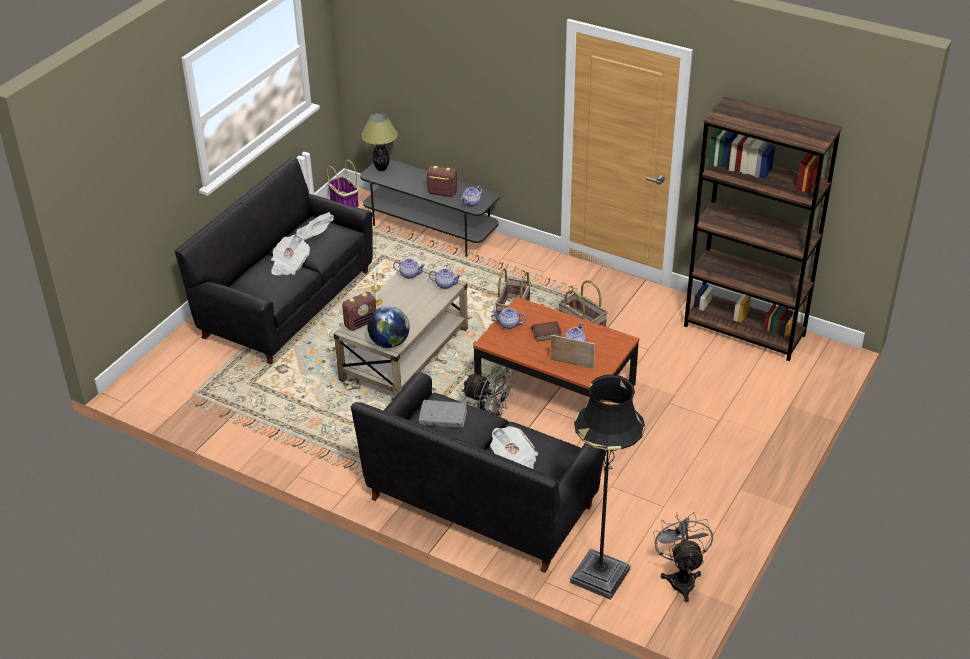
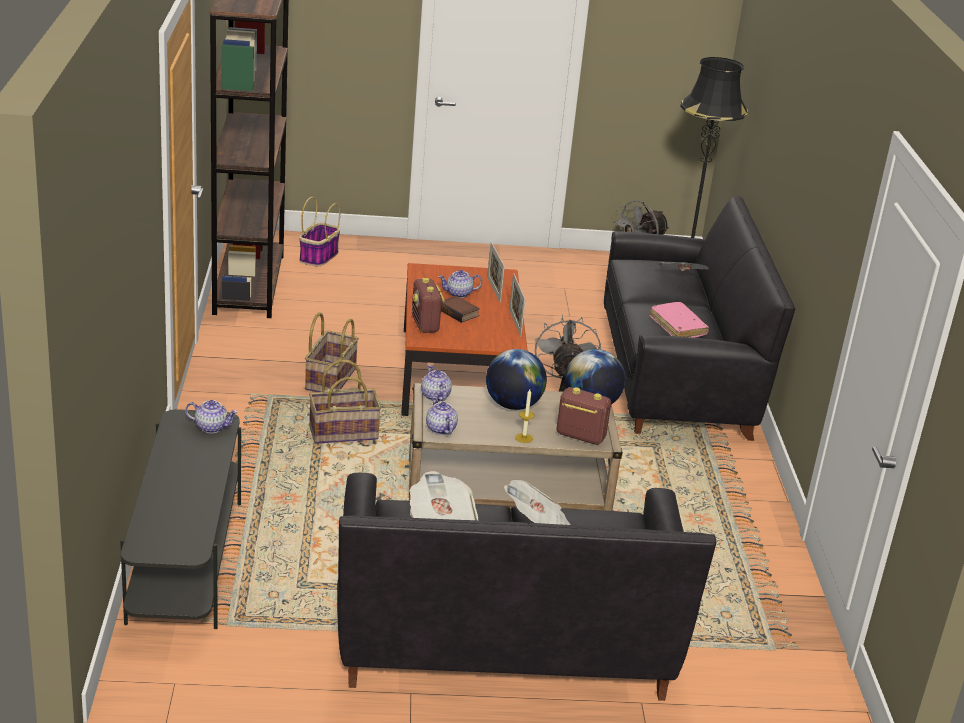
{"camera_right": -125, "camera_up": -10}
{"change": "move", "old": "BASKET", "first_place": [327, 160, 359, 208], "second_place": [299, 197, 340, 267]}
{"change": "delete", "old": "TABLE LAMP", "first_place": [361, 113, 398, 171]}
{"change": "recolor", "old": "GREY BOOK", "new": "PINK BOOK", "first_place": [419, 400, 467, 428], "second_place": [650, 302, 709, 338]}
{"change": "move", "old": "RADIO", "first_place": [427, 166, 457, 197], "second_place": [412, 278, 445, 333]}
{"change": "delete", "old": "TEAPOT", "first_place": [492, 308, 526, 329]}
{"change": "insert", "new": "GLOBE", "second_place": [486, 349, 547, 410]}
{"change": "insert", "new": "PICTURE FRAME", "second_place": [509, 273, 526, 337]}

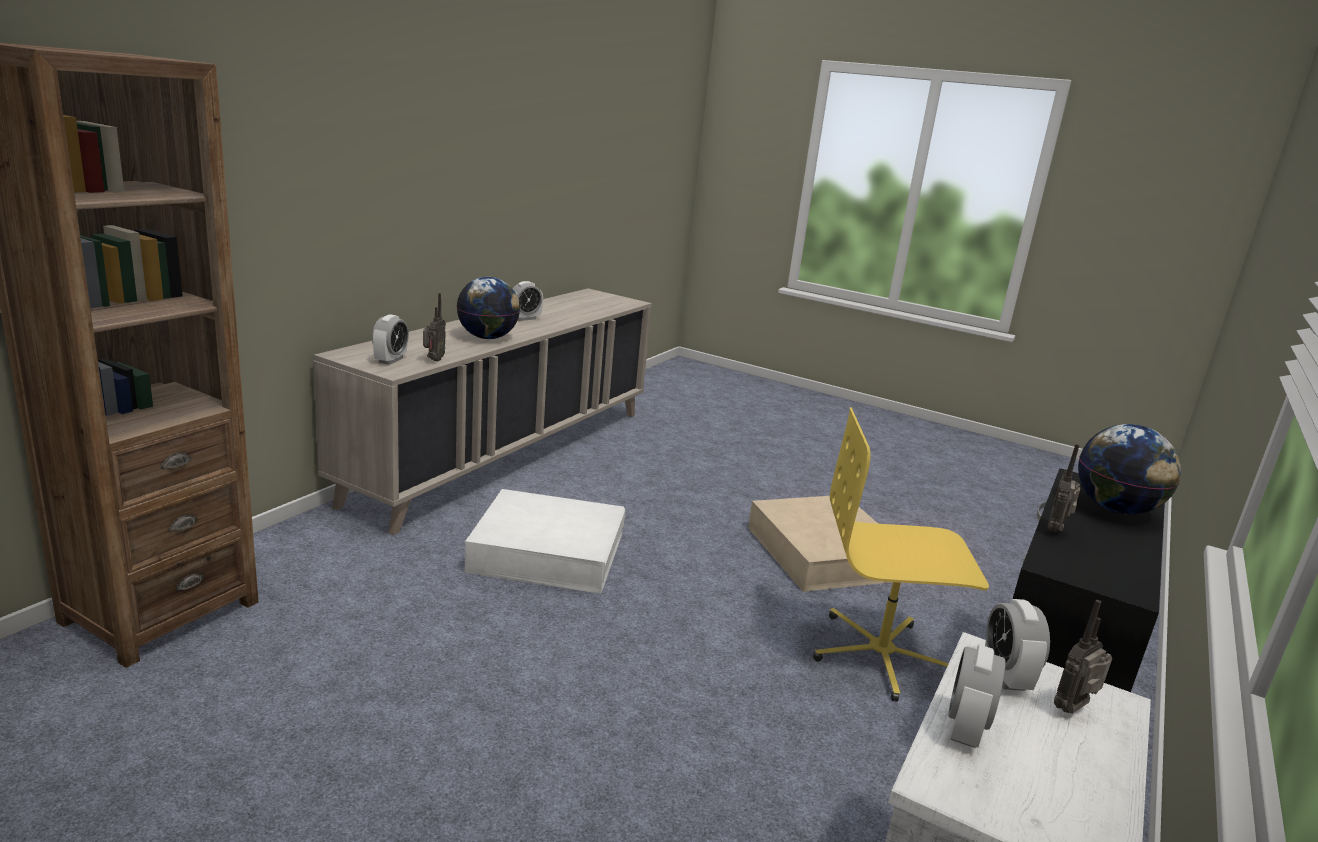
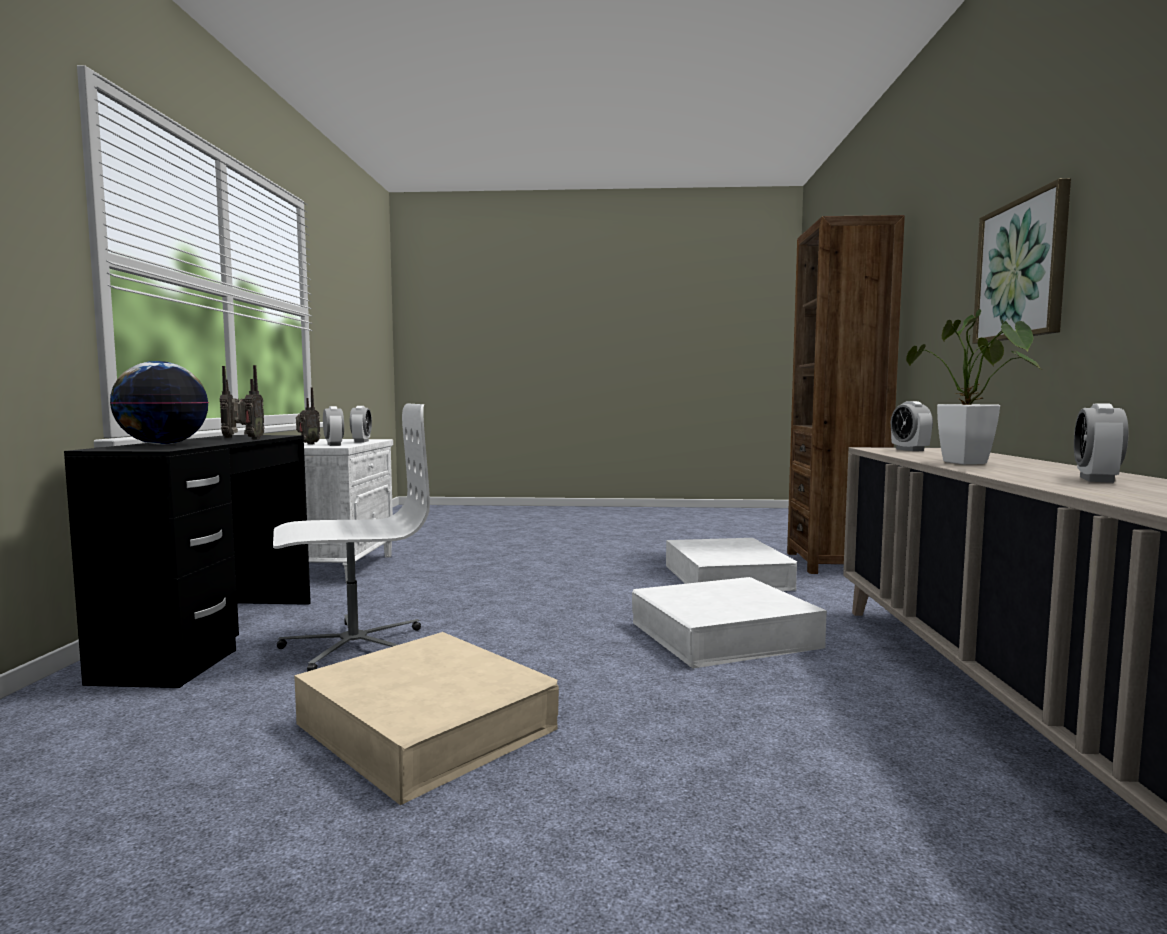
{"camera_right": 155, "camera_up": -15}
{"change": "move", "old": "RADIO", "first_place": [423, 293, 446, 361], "second_place": [220, 366, 240, 438]}
{"change": "replace", "old": "GLOBE", "new": "POTTED PLANT", "first_place": [457, 277, 520, 339], "second_place": [906, 309, 1041, 464]}
{"change": "recolor", "old": "YELLOW OFFICE CHAIR", "new": "WHITE OFFICE CHAIR", "first_place": [813, 407, 989, 702], "second_place": [273, 404, 430, 672]}
{"change": "insert", "new": "WHITE STORAGE BOX", "second_place": [666, 538, 797, 591]}
{"change": "insert", "new": "PICTURE", "second_place": [972, 178, 1071, 344]}

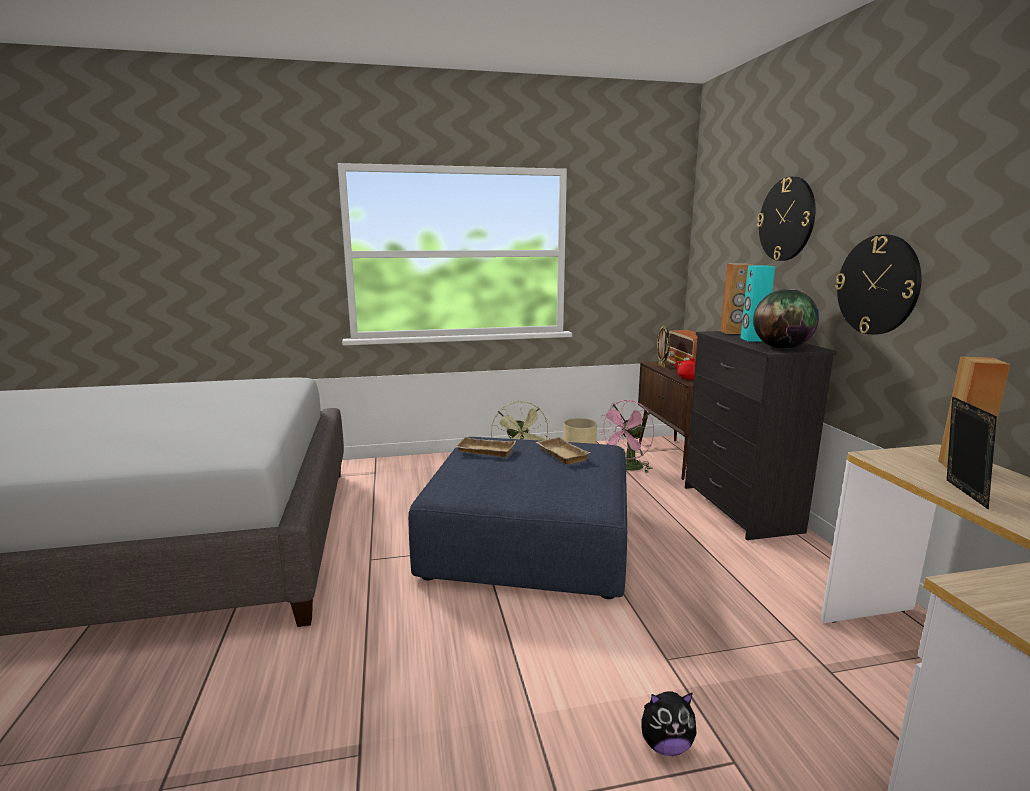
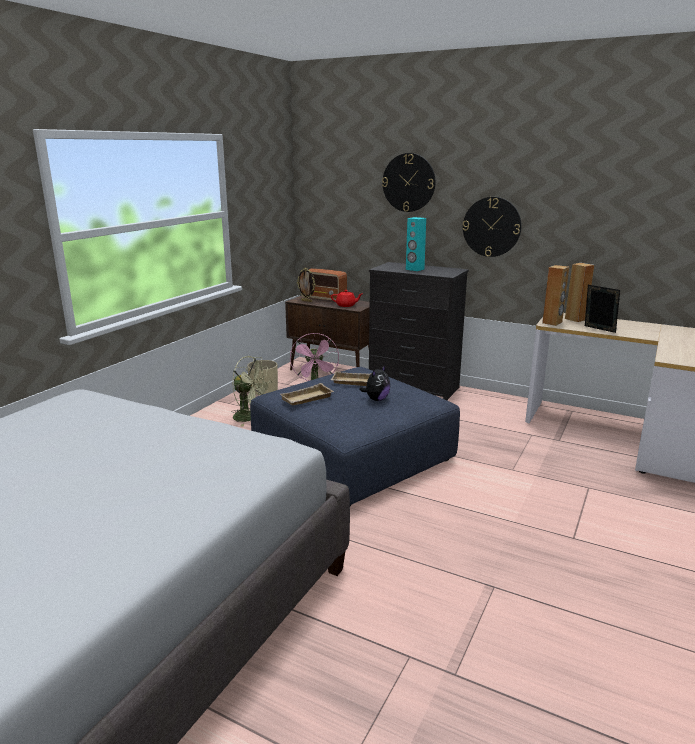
{"camera_right": -50, "camera_up": 5}
{"change": "move", "old": "PLUSH TOY", "first_place": [641, 691, 697, 756], "second_place": [359, 366, 391, 401]}
{"change": "move", "old": "BROWN SPEAKER", "first_place": [721, 264, 753, 334], "second_place": [542, 265, 569, 326]}
{"change": "delete", "old": "GLOBE", "first_place": [753, 289, 819, 349]}

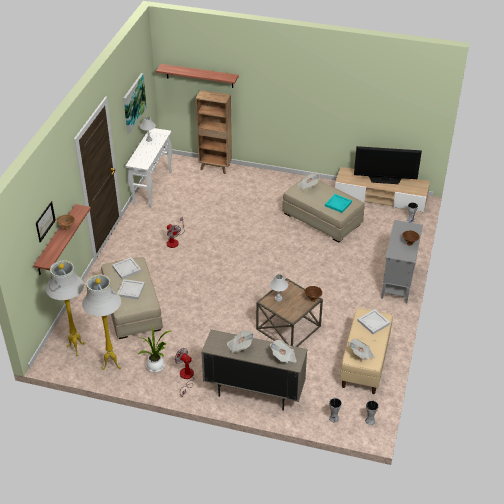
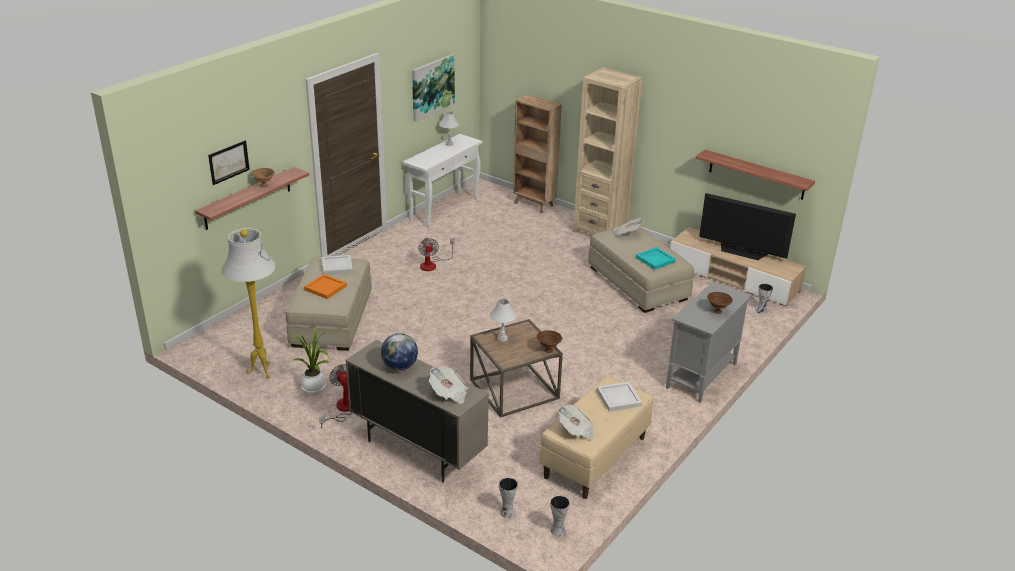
{"camera_right": 20, "camera_up": -10}
{"change": "delete", "old": "WHITE FLOOR LAMP", "first_place": [46, 260, 85, 356]}
{"change": "recolor", "old": "WHITE TRAY", "new": "ORANGE TRAY", "first_place": [118, 279, 145, 300], "second_place": [304, 274, 347, 299]}
{"change": "move", "old": "SHELF", "first_place": [156, 64, 239, 88], "second_place": [695, 150, 815, 200]}
{"change": "replace", "old": "NEWSPAPER", "new": "GLOBE", "first_place": [227, 330, 254, 353], "second_place": [381, 333, 418, 371]}
{"change": "insert", "new": "BEIGE BOOKCASE", "second_place": [573, 67, 643, 234]}

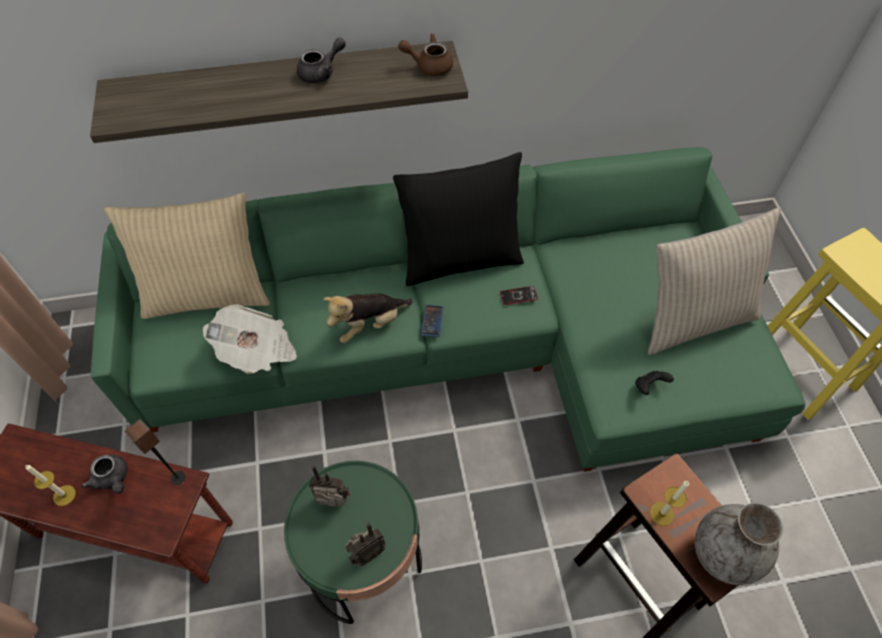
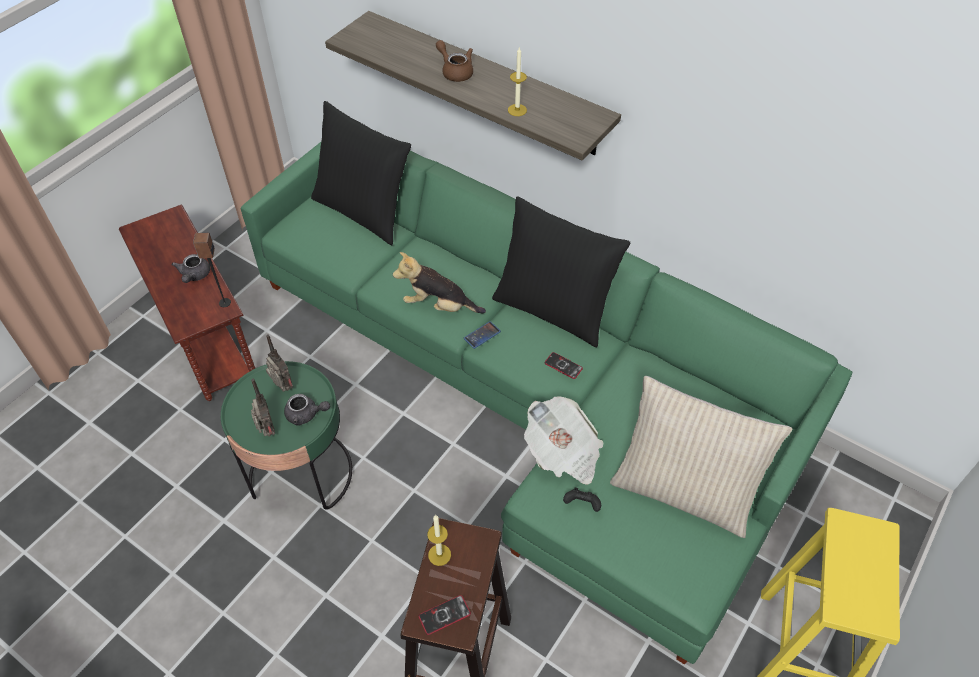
{"camera_right": 45, "camera_up": -5}
{"change": "move", "old": "CANDLE", "first_place": [25, 465, 76, 506], "second_place": [508, 48, 527, 116]}
{"change": "recolor", "old": "BEIGE PILLOW", "new": "BLACK PILLOW", "first_place": [104, 193, 270, 319], "second_place": [311, 101, 411, 245]}
{"change": "move", "old": "NEWSPAPER", "first_place": [203, 304, 297, 374], "second_place": [524, 396, 604, 485]}
{"change": "move", "old": "GREY TEAPOT", "first_place": [297, 38, 346, 83], "second_place": [284, 394, 330, 426]}
{"change": "rotate", "old": "RADIO", "first_place": [345, 522, 386, 566], "second_place": [251, 379, 275, 437], "degrees": -120}
{"change": "move", "old": "BROWN TEAPOT", "first_place": [398, 33, 453, 76], "second_place": [436, 40, 473, 82]}
{"change": "replace", "old": "GREY VASE", "new": "PHONE", "first_place": [695, 502, 783, 585], "second_place": [419, 595, 471, 635]}

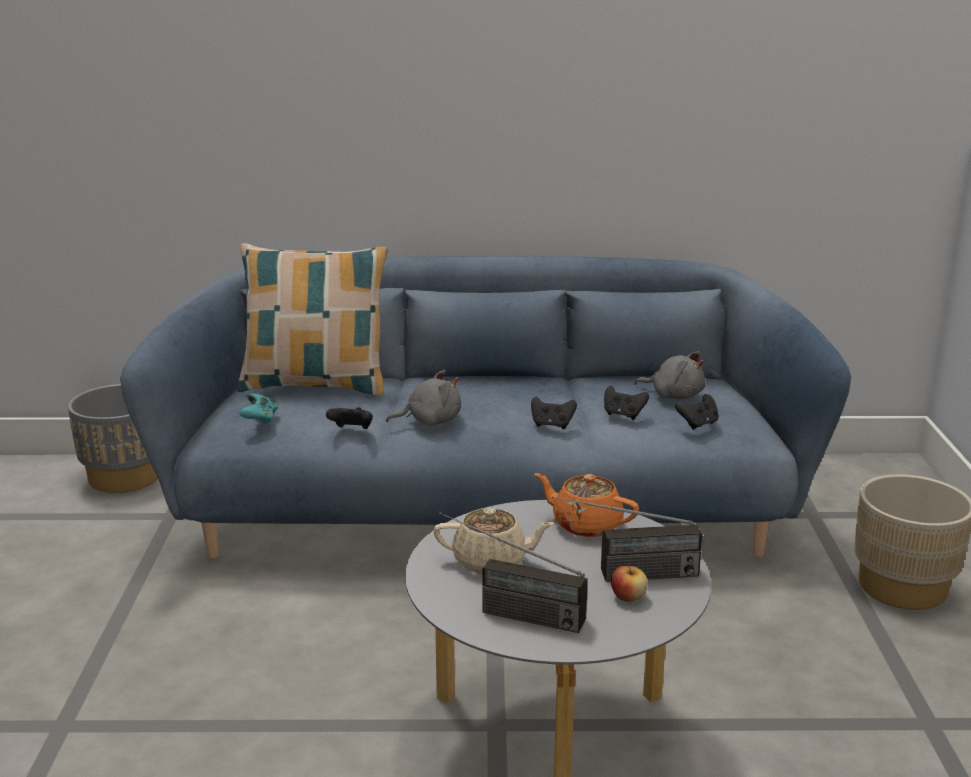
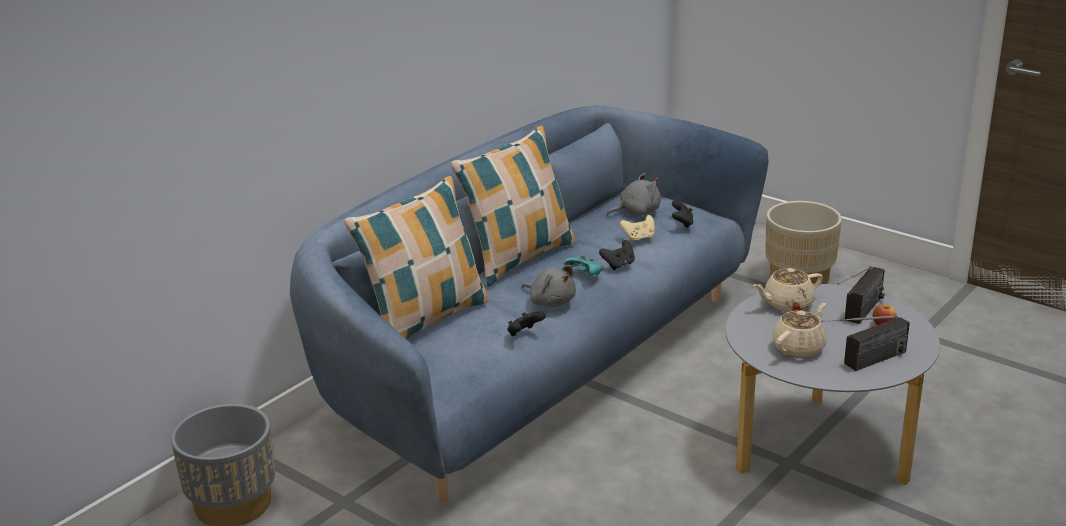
{"camera_right": -50, "camera_up": 5}
{"change": "move", "old": "TURQUOISE GAME CONTROLLER", "first_place": [239, 394, 278, 425], "second_place": [564, 256, 603, 276]}
{"change": "rotate", "old": "GREY PLUSH TOY", "first_place": [386, 370, 461, 426], "second_place": [522, 265, 576, 307], "degrees": 105}
{"change": "recolor", "old": "ORANGE TEAPOT", "new": "BEIGE TEAPOT", "first_place": [535, 473, 639, 537], "second_place": [753, 268, 823, 312]}
{"change": "recolor", "old": "BLACK GAME CONTROLLER", "new": "BEIGE GAME CONTROLLER", "first_place": [604, 386, 649, 420], "second_place": [620, 215, 655, 242]}
{"change": "insert", "new": "PILLOW", "second_place": [451, 126, 575, 286]}

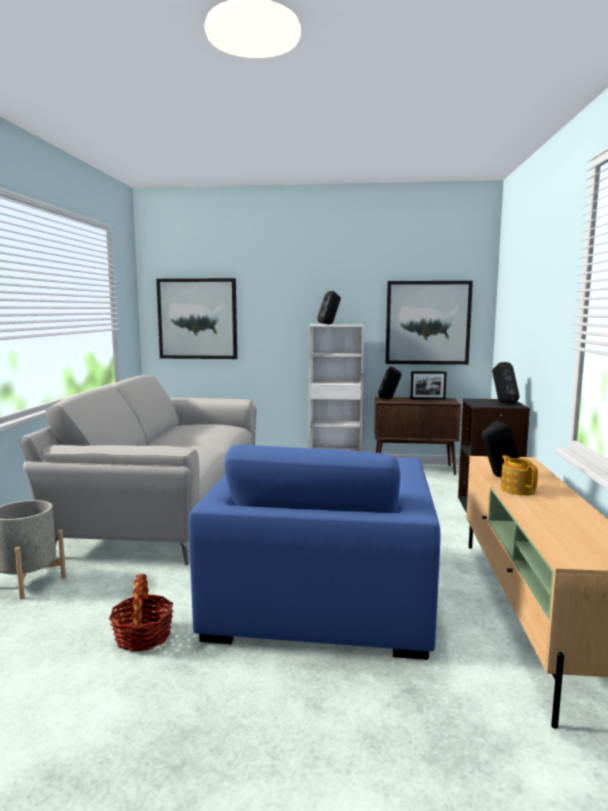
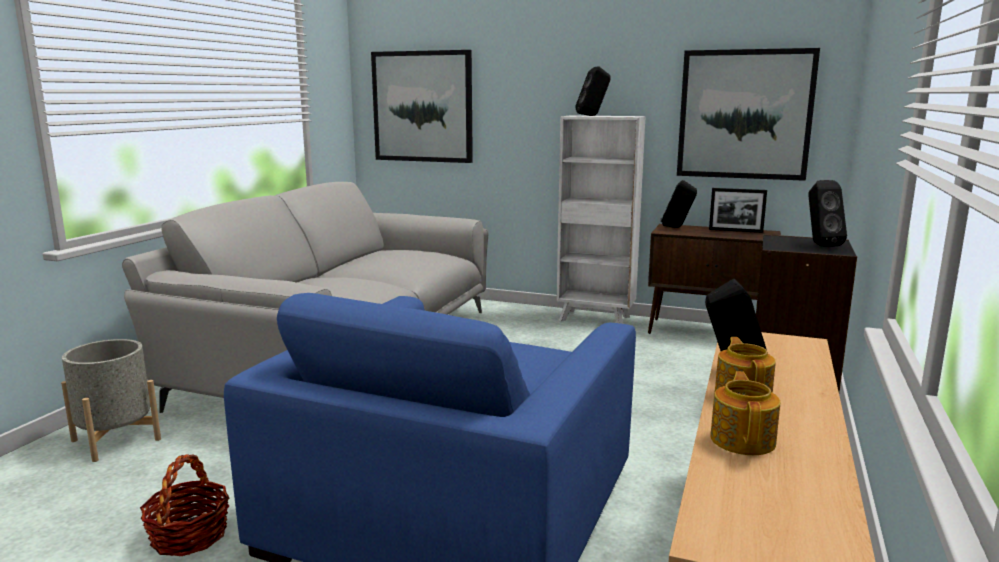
{"camera_right": 15, "camera_up": 5}
{"change": "insert", "new": "TEAPOT", "second_place": [710, 371, 780, 455]}

